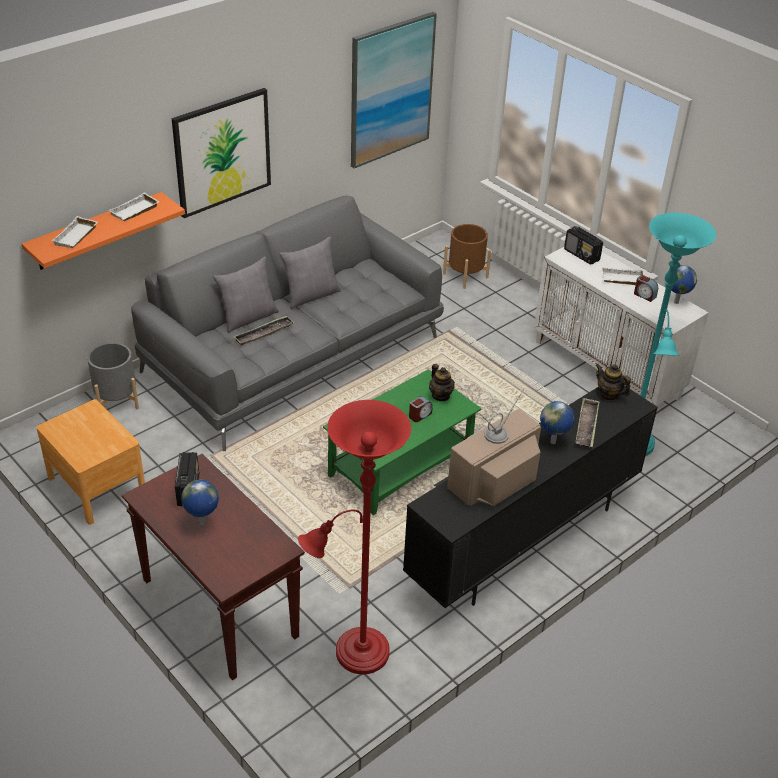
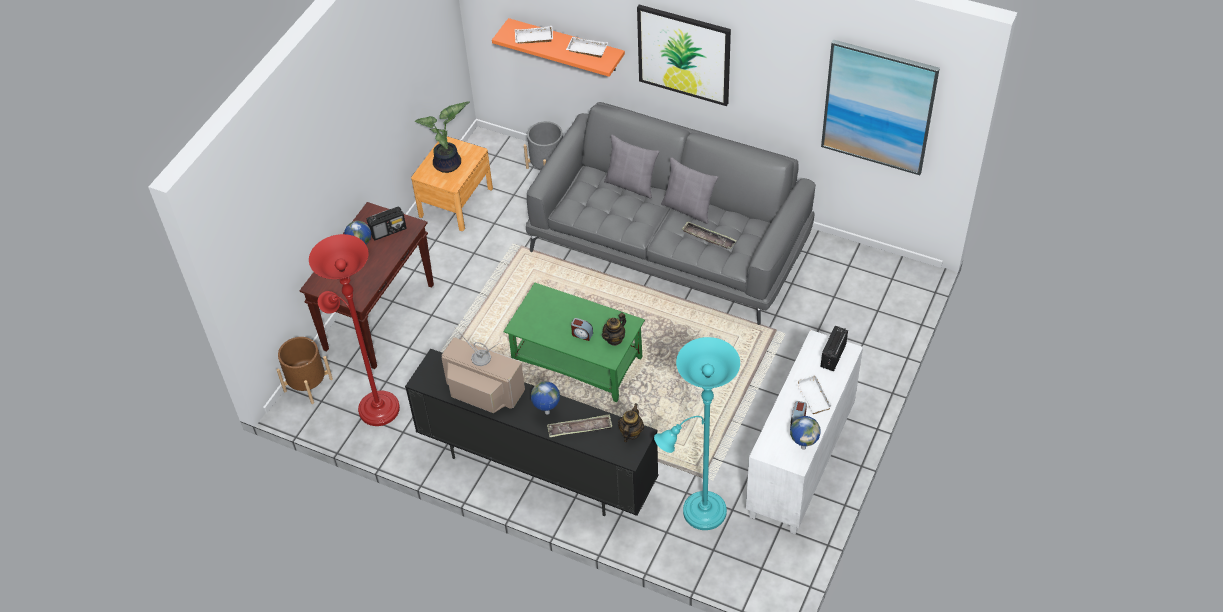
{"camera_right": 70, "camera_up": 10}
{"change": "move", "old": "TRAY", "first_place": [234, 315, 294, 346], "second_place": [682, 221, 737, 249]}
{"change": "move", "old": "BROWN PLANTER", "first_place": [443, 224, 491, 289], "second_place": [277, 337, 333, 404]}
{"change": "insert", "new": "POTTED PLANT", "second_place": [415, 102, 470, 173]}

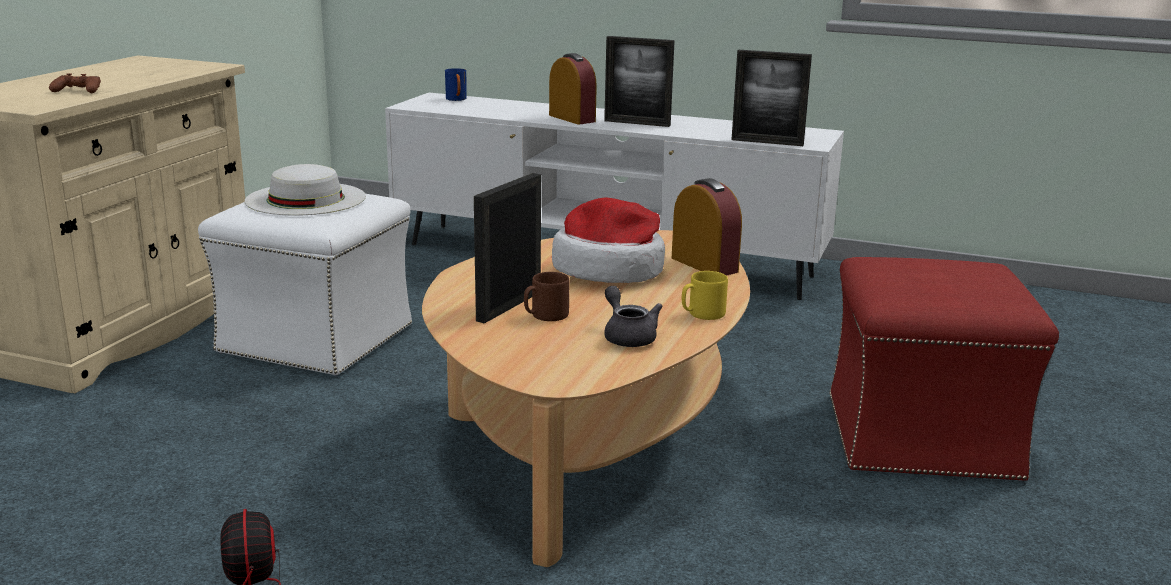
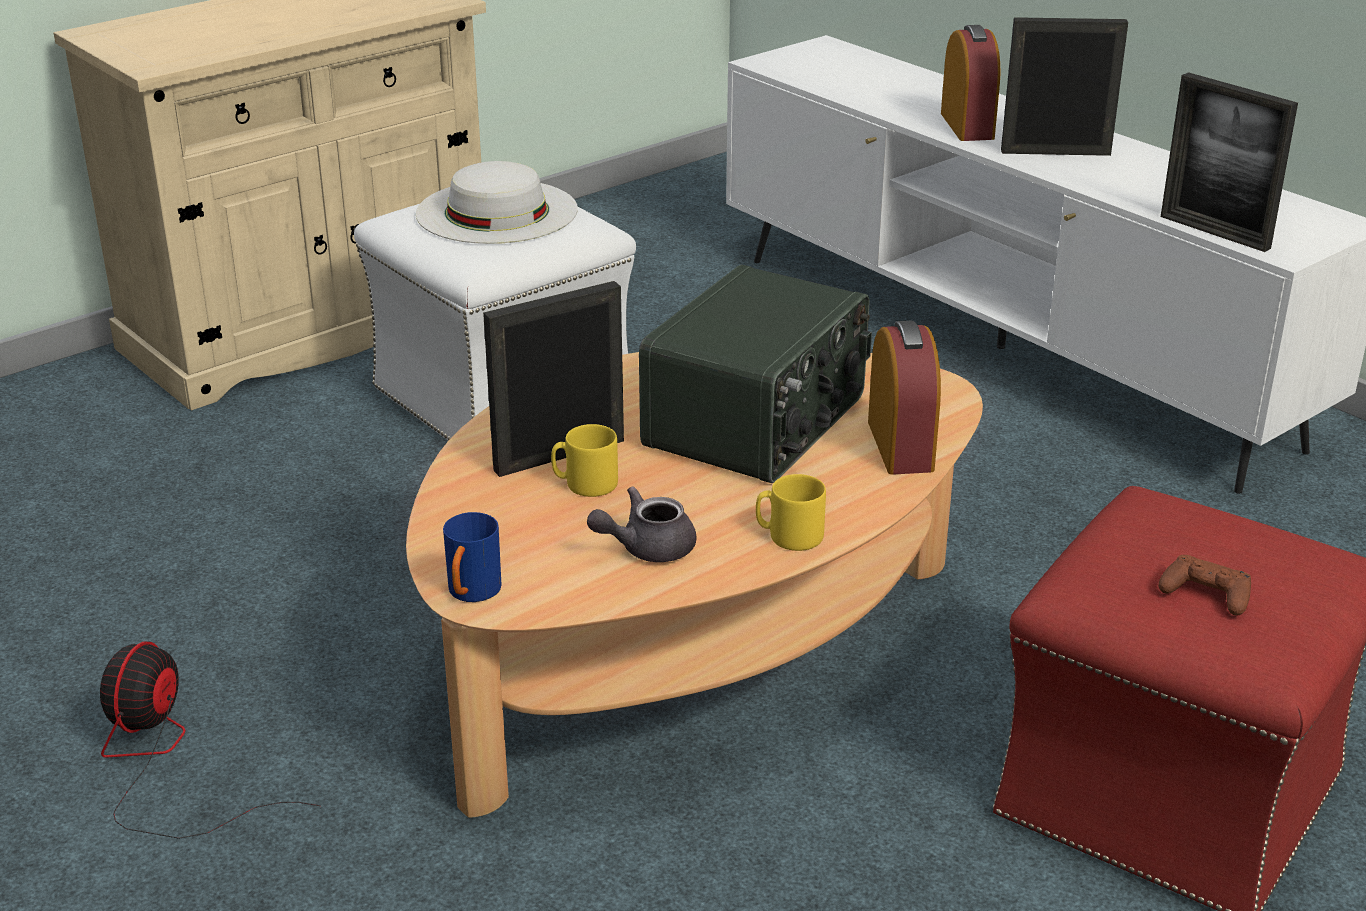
{"camera_right": 30, "camera_up": 10}
{"change": "move", "old": "BROWN GAME CONTROLLER", "first_place": [49, 73, 101, 93], "second_place": [1158, 555, 1251, 616]}
{"change": "move", "old": "BLUE MUG", "first_place": [445, 68, 467, 101], "second_place": [443, 512, 501, 602]}
{"change": "recolor", "old": "BROWN MUG", "new": "YELLOW MUG", "first_place": [524, 272, 569, 321], "second_place": [551, 424, 618, 497]}
{"change": "replace", "old": "HAT", "new": "RADIO", "first_place": [552, 197, 665, 283], "second_place": [639, 264, 872, 483]}
{"change": "rotate", "old": "PICTURE FRAME", "first_place": [604, 36, 675, 127], "second_place": [1001, 17, 1128, 156], "degrees": 135}
{"change": "rotate", "old": "GREY TEAPOT", "first_place": [604, 286, 663, 347], "second_place": [587, 487, 696, 562], "degrees": -120}

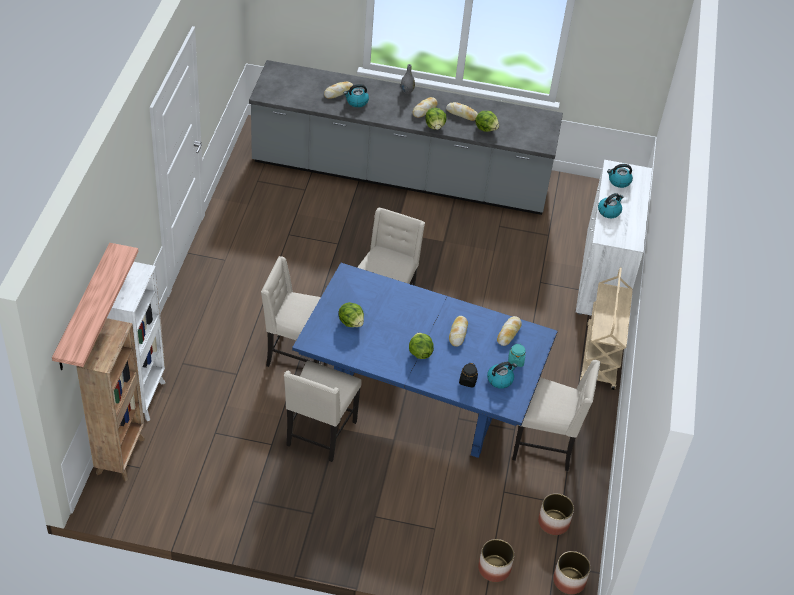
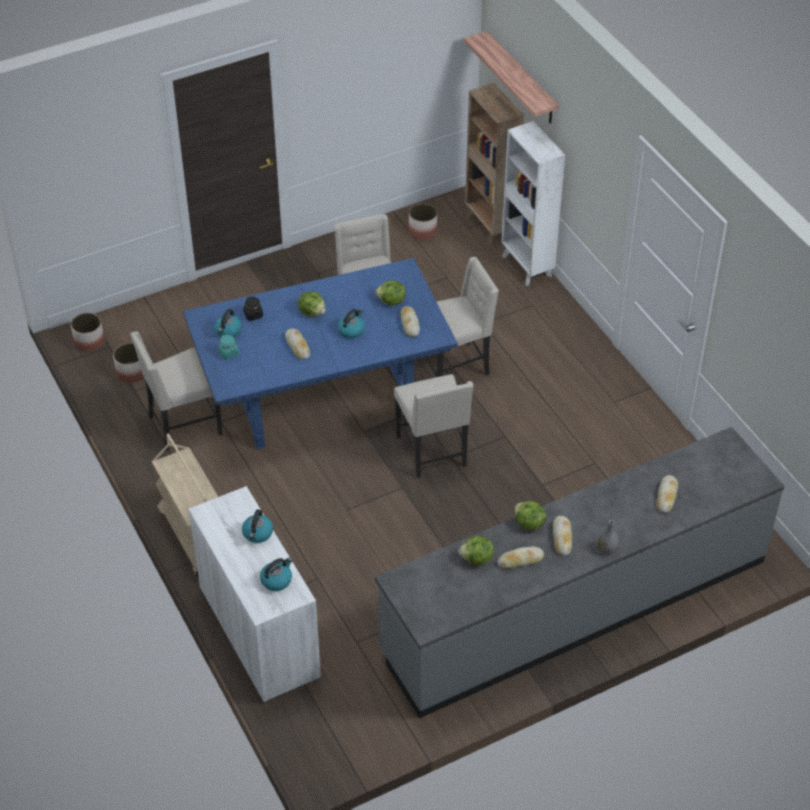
{"camera_right": 145, "camera_up": 0}
{"change": "move", "old": "KETTLE", "first_place": [344, 84, 369, 107], "second_place": [337, 309, 365, 338]}
{"change": "move", "old": "PLANTER", "first_place": [478, 539, 514, 582], "second_place": [409, 203, 437, 240]}
{"change": "move", "old": "BREAD", "first_place": [497, 316, 522, 346], "second_place": [400, 306, 420, 337]}

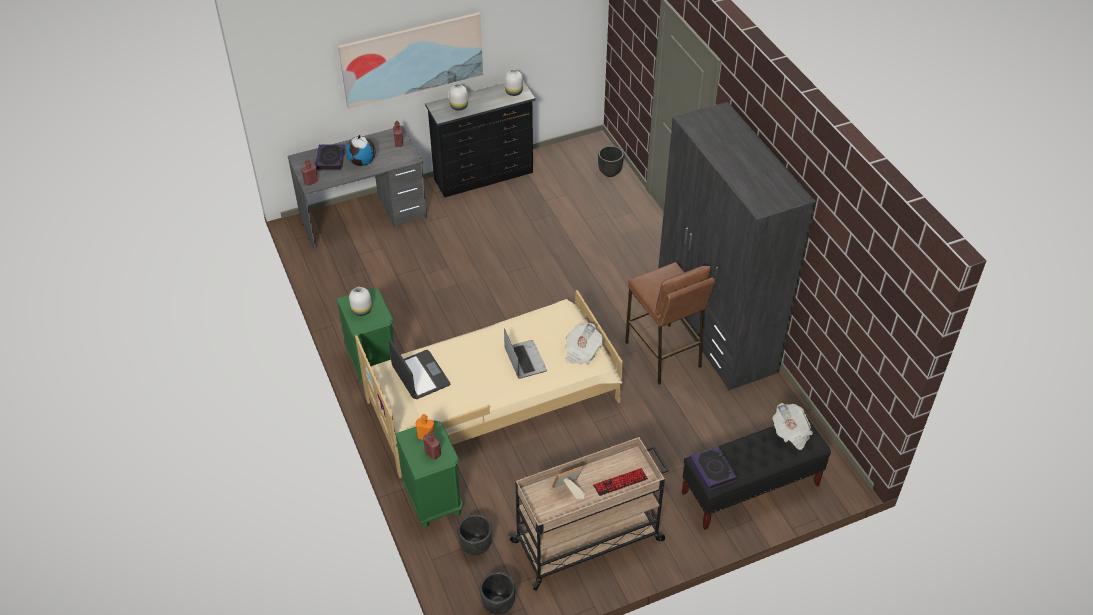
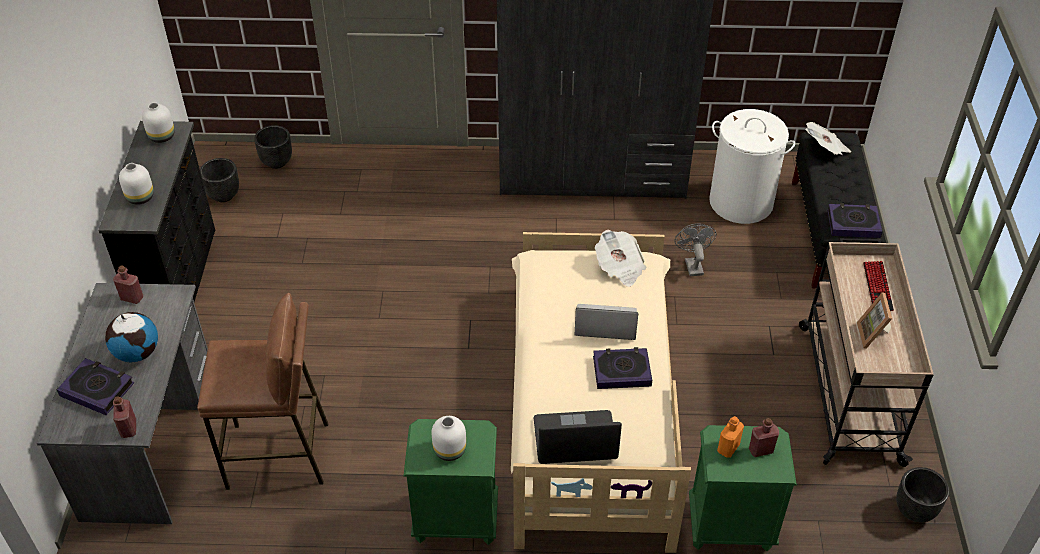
{"camera_right": -65, "camera_up": 0}
{"change": "delete", "old": "PICTURE", "first_place": [338, 12, 483, 109]}
{"change": "move", "old": "BLACK PLANTER", "first_place": [458, 515, 492, 555], "second_place": [200, 158, 239, 202]}
{"change": "move", "old": "BROWN STOOL", "first_place": [625, 262, 715, 385], "second_place": [197, 293, 328, 490]}
{"change": "insert", "new": "BOOK", "second_place": [593, 347, 652, 389]}
{"change": "insert", "new": "GREY FAN", "second_place": [675, 223, 717, 276]}
{"change": "insert", "new": "WHITE LAUNDRY BASKET", "second_place": [709, 109, 795, 224]}

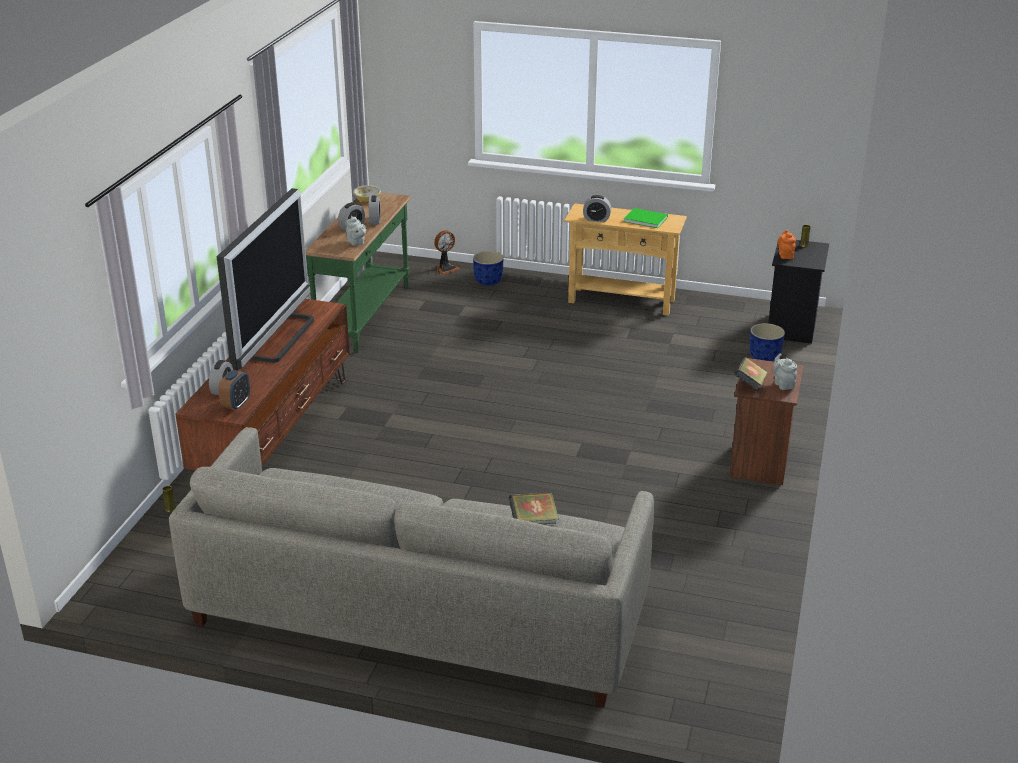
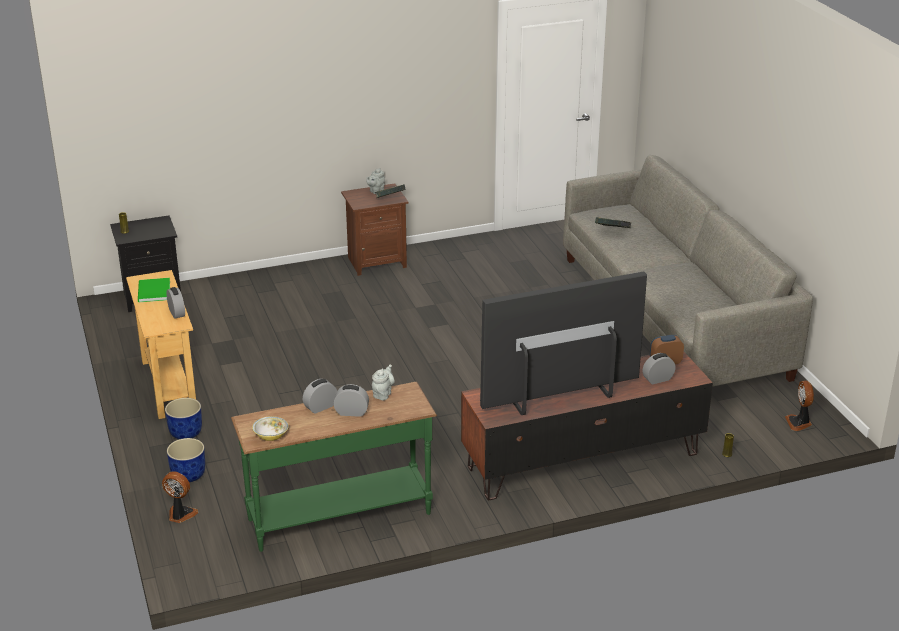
{"camera_right": -125, "camera_up": 0}
{"change": "move", "old": "BLUE PLANTER", "first_place": [750, 323, 785, 361], "second_place": [165, 398, 202, 439]}
{"change": "delete", "old": "ORANGE TEAPOT", "first_place": [777, 229, 796, 259]}
{"change": "insert", "new": "FAN", "second_place": [785, 380, 814, 431]}

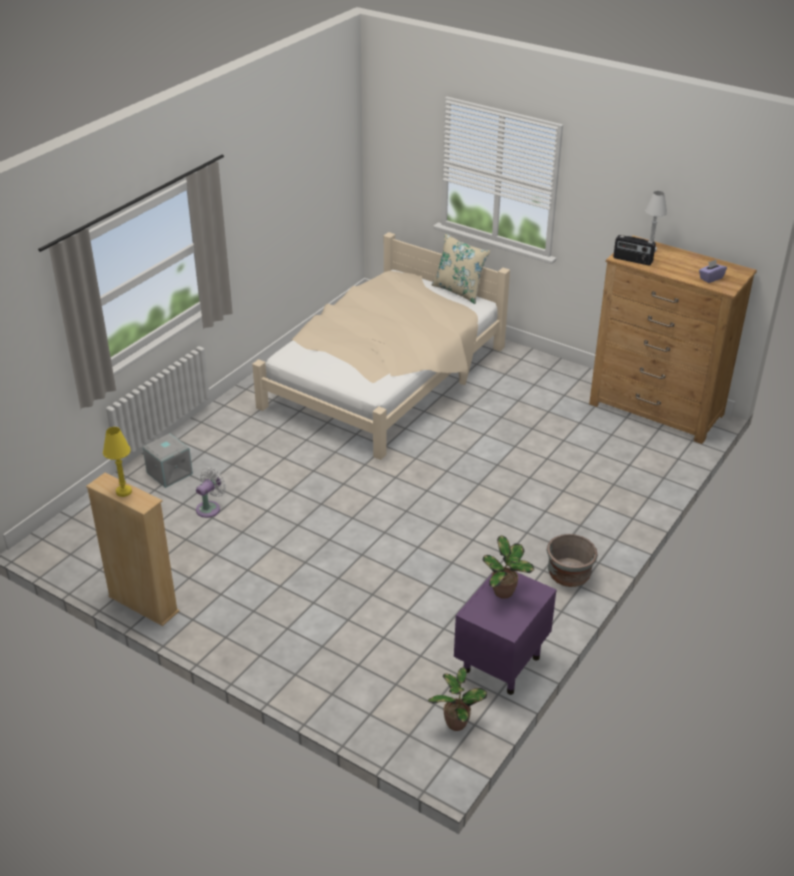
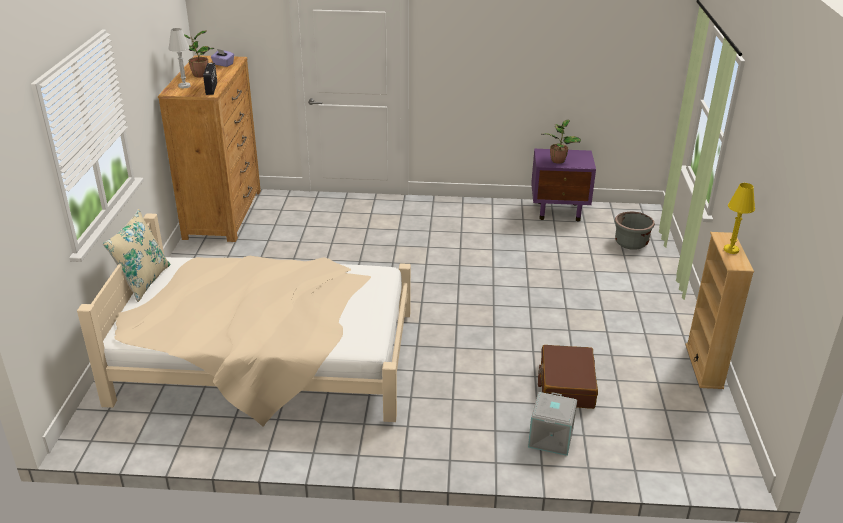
{"camera_right": -120, "camera_up": -5}
{"change": "replace", "old": "WHITE FAN", "new": "BROWN SUITCASE", "first_place": [196, 468, 226, 518], "second_place": [538, 345, 598, 409]}
{"change": "move", "old": "POTTED PLANT", "first_place": [428, 667, 487, 731], "second_place": [184, 30, 214, 77]}
{"change": "move", "old": "GREY PLANTER", "first_place": [546, 534, 598, 587], "second_place": [615, 211, 655, 250]}

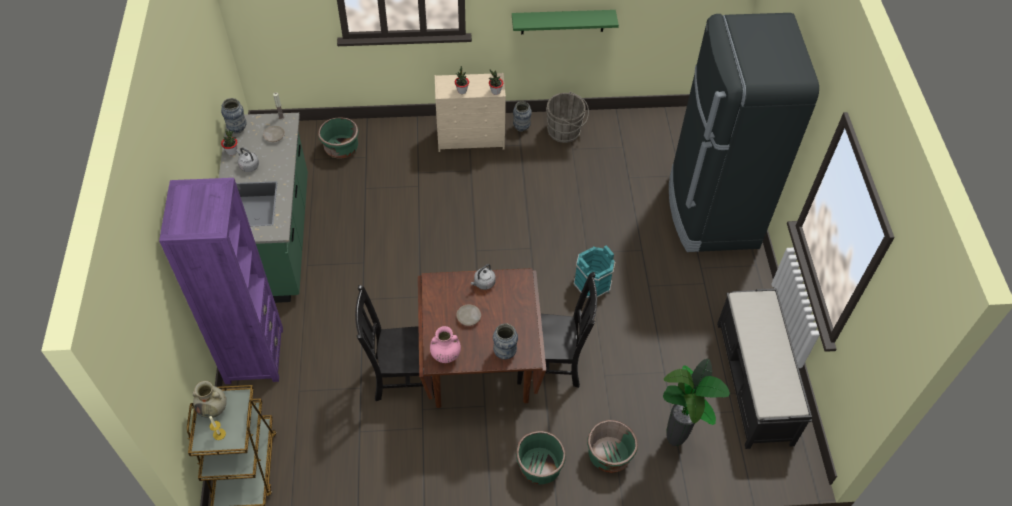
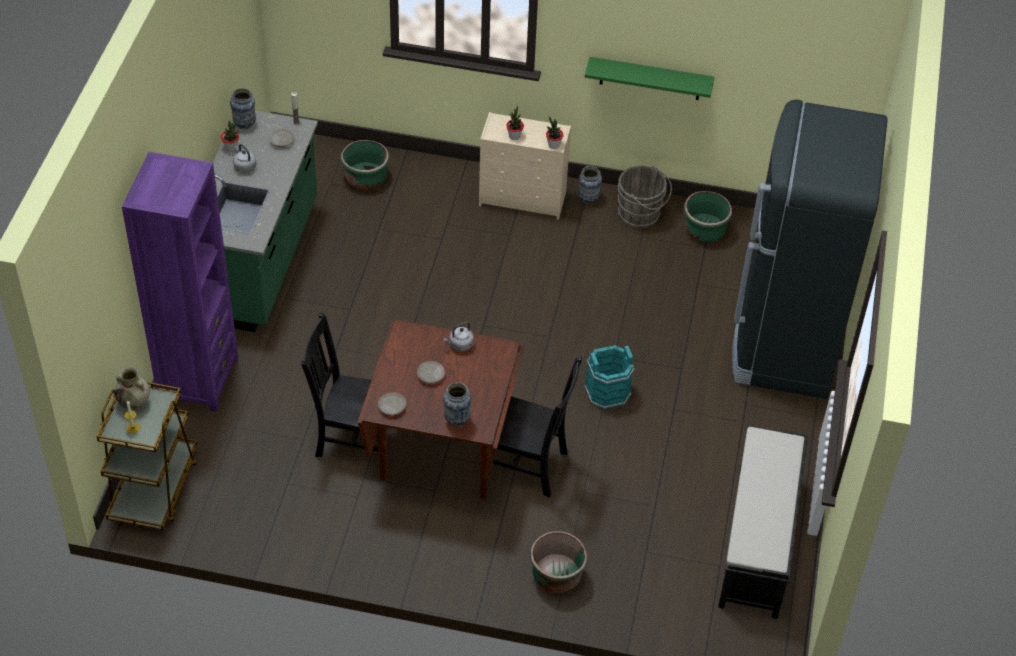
{"camera_right": 15, "camera_up": -5}
{"change": "replace", "old": "PINK VASE", "new": "BEIGE PLATE", "first_place": [430, 326, 461, 363], "second_place": [378, 393, 406, 415]}
{"change": "move", "old": "GREEN PLANTER", "first_place": [516, 431, 566, 485], "second_place": [684, 191, 732, 242]}
{"change": "delete", "old": "POTTED PLANT", "first_place": [663, 359, 730, 446]}

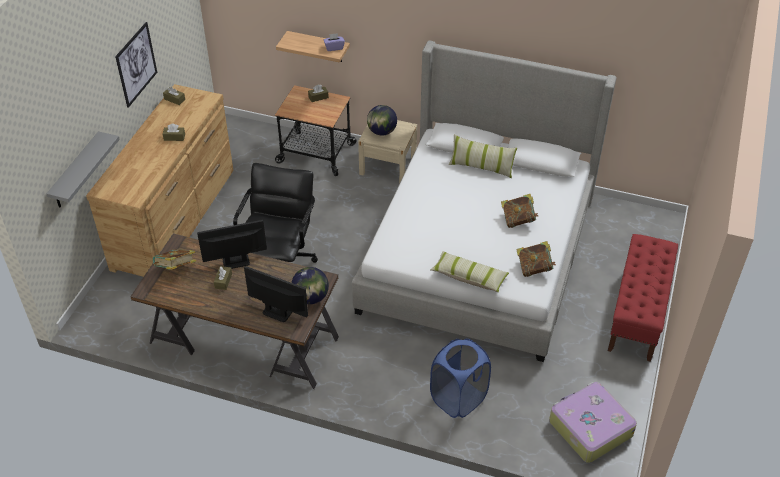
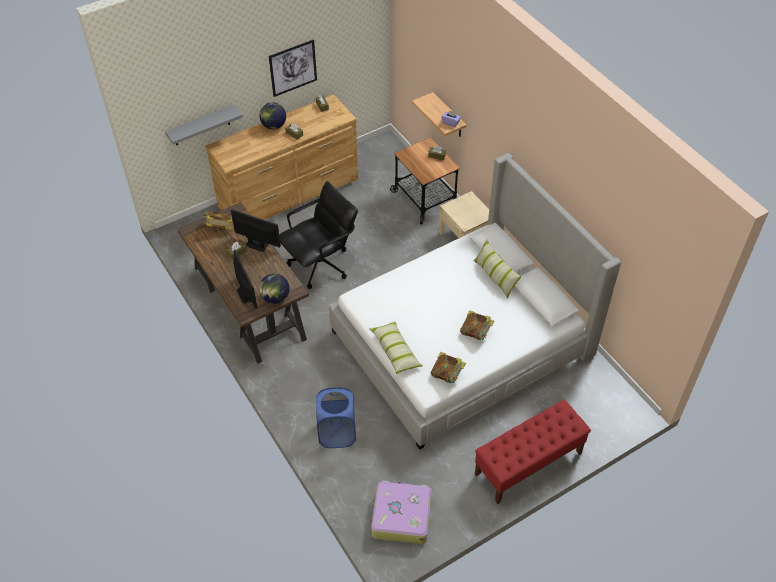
{"camera_right": 40, "camera_up": 5}
{"change": "move", "old": "GLOBE", "first_place": [367, 105, 397, 135], "second_place": [259, 102, 286, 130]}

